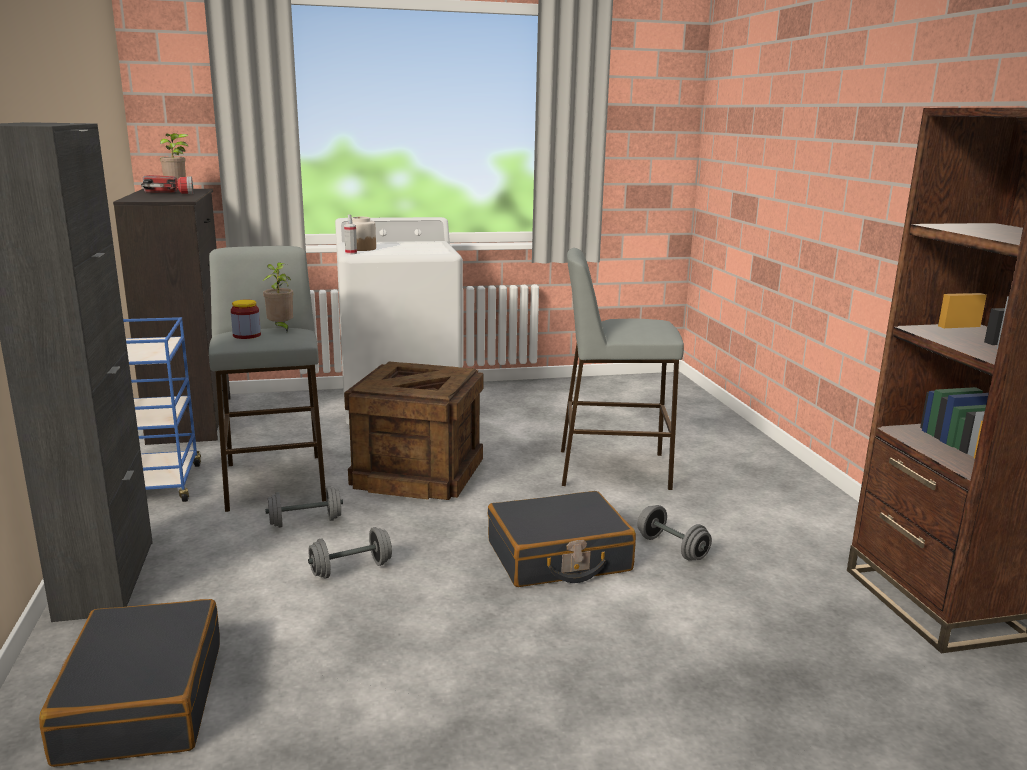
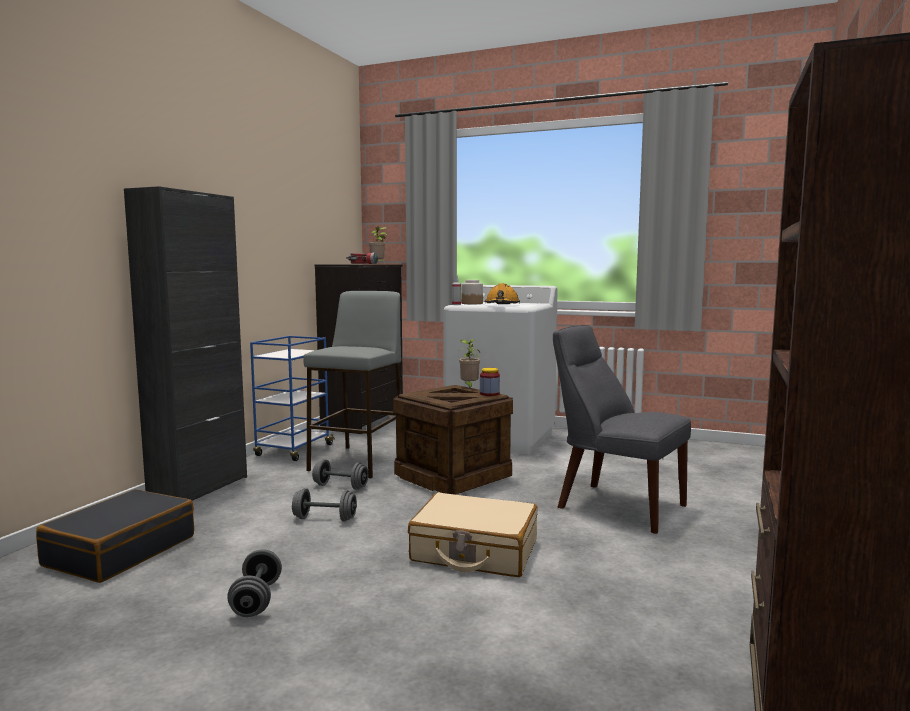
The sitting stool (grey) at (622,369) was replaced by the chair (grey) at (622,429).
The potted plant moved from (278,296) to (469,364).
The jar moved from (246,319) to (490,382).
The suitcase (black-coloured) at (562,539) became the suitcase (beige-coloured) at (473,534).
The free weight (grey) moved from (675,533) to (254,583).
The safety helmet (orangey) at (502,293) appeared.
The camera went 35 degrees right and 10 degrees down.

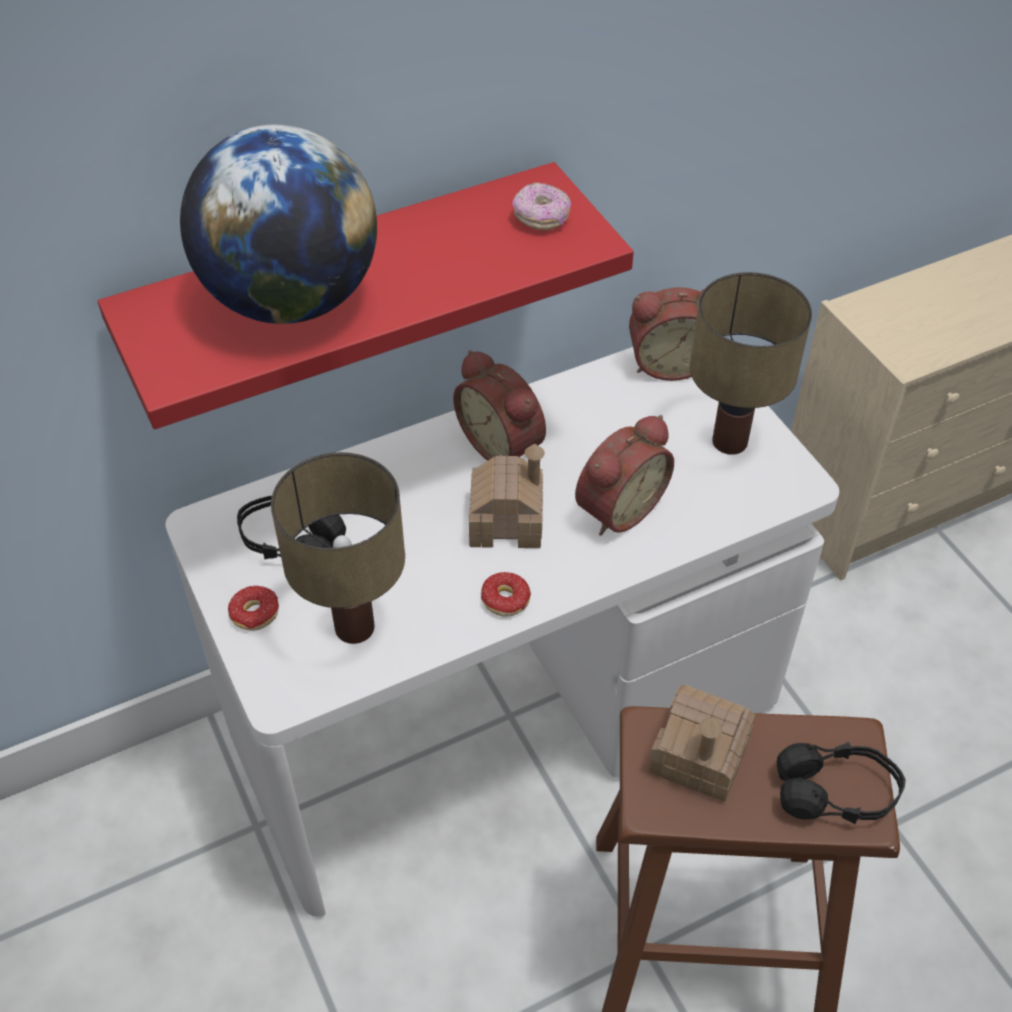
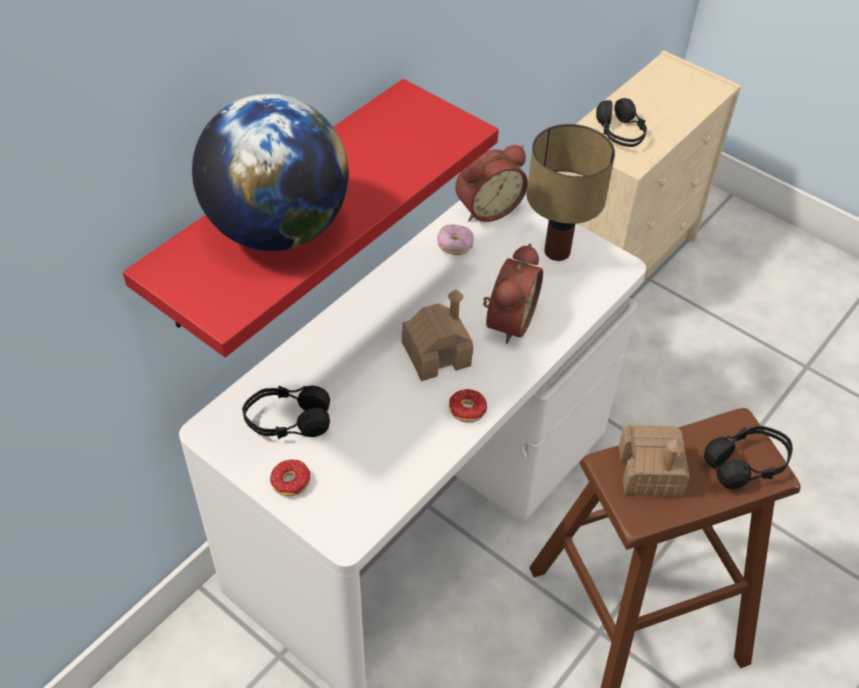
The doughnut moved from (541,206) to (455,239).
The alarm clock at (499,405) disappeared.
The tabletop lamp at (338,548) disappeared.
The pair of headphones (black-coloured) at (621,122) appeared.
The camera went 25 degrees left and 0 degrees up.

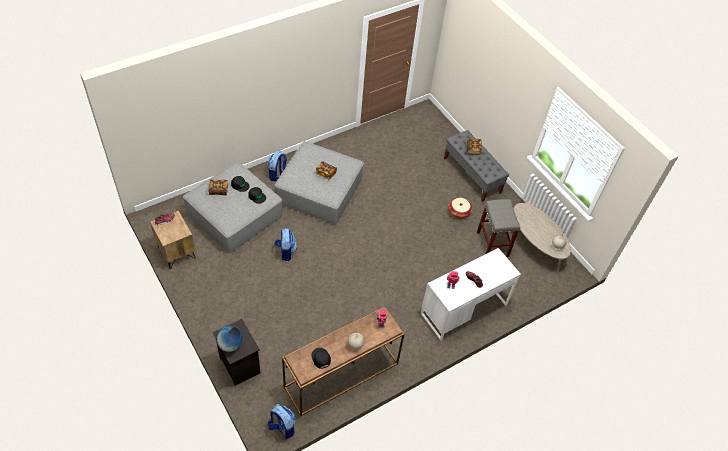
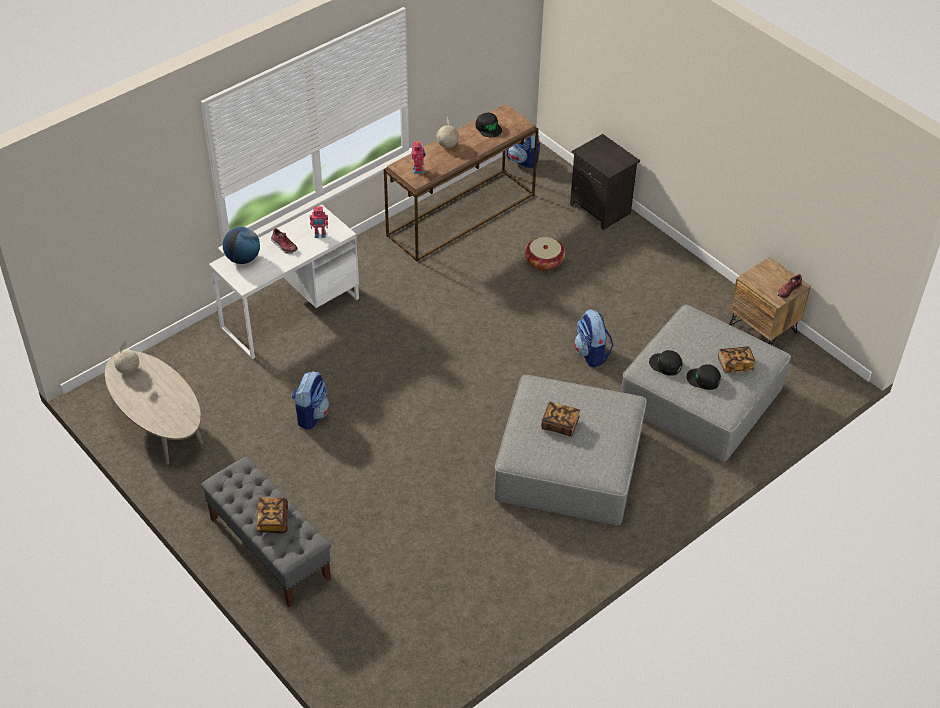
The backpack moved from (277,166) to (311,400).
The basket moved from (460,207) to (545,254).
The sitting stool (grey) at (498,228) disappeared.
The desk globe moved from (229,339) to (241,245).
The camera went 175 degrees right and 5 degrees down.

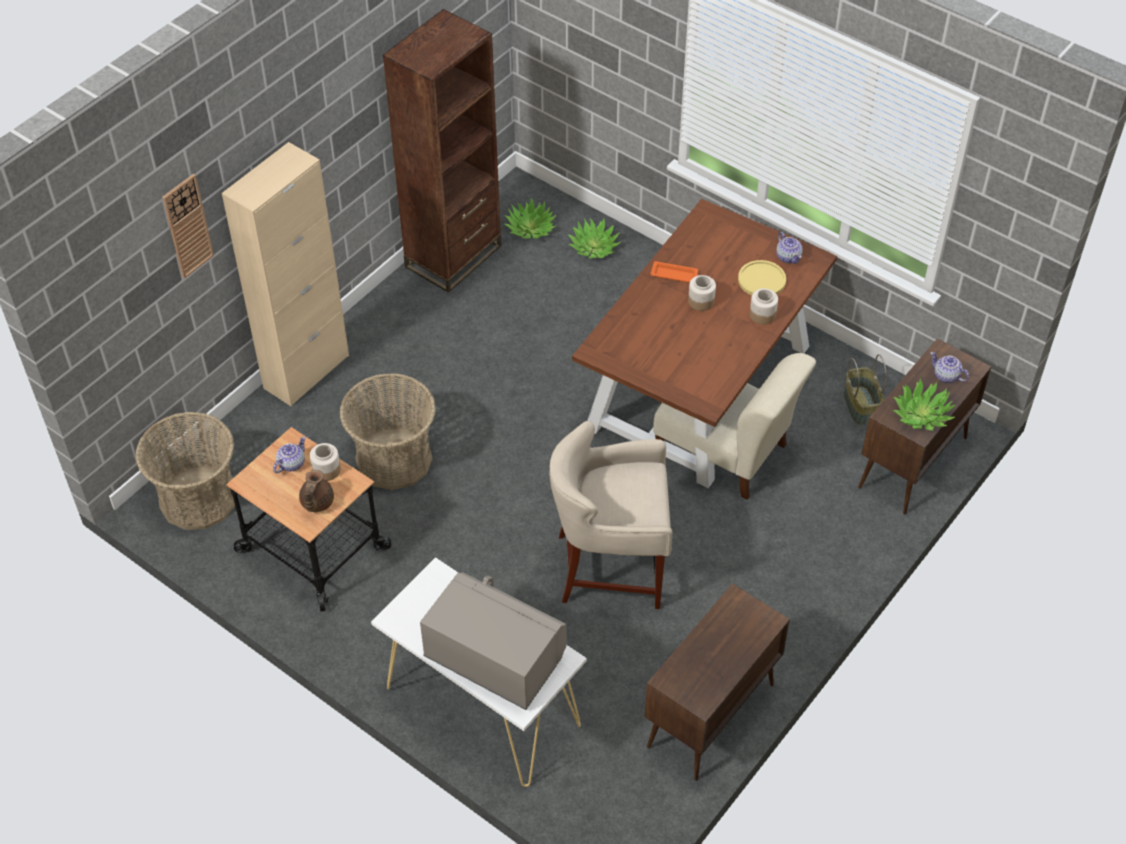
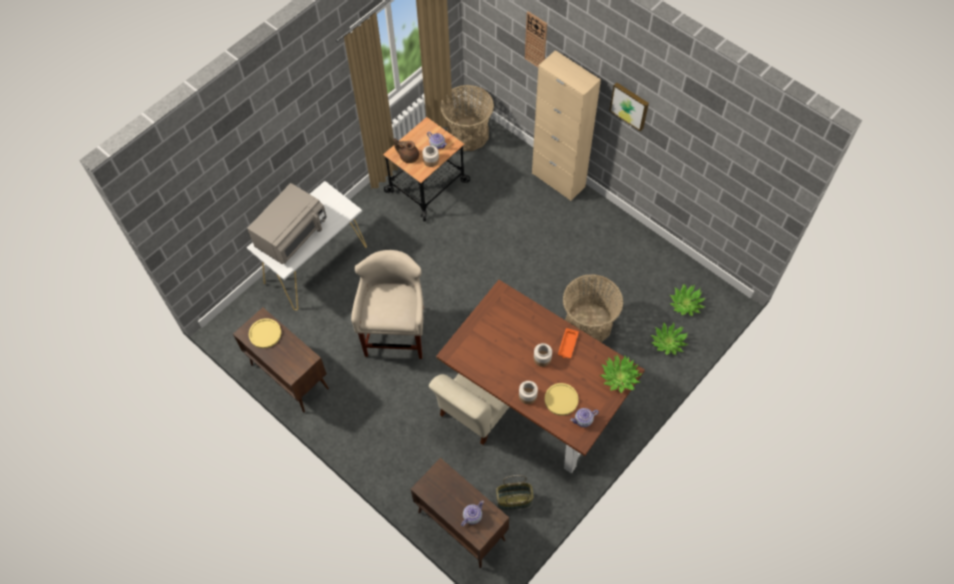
The bookshelf (brownish) at (442,151) disappeared.
The basket moved from (388,431) to (593,308).
The potted plant moved from (924,405) to (621,374).
The wall picture at (629,107) appeared.
The flat dish (yellowish) at (265,333) appeared.
The camera went 95 degrees right and 10 degrees up.

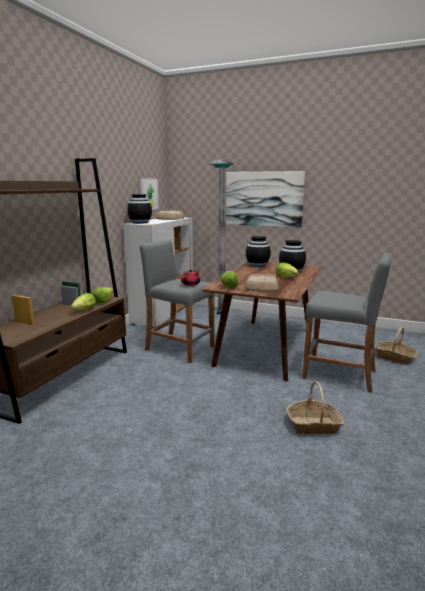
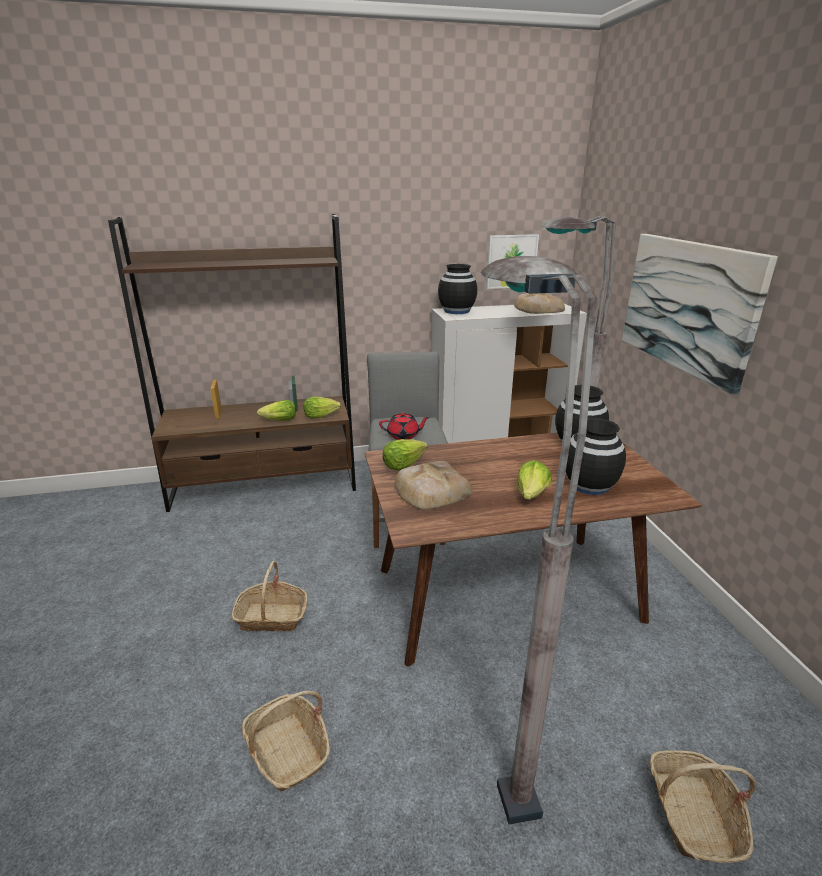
The sitting stool (grey) at (346,323) was replaced by the floor lamp (grey) at (539,540).
The basket at (269,596) appeared.
The camera went 55 degrees right and 10 degrees up.

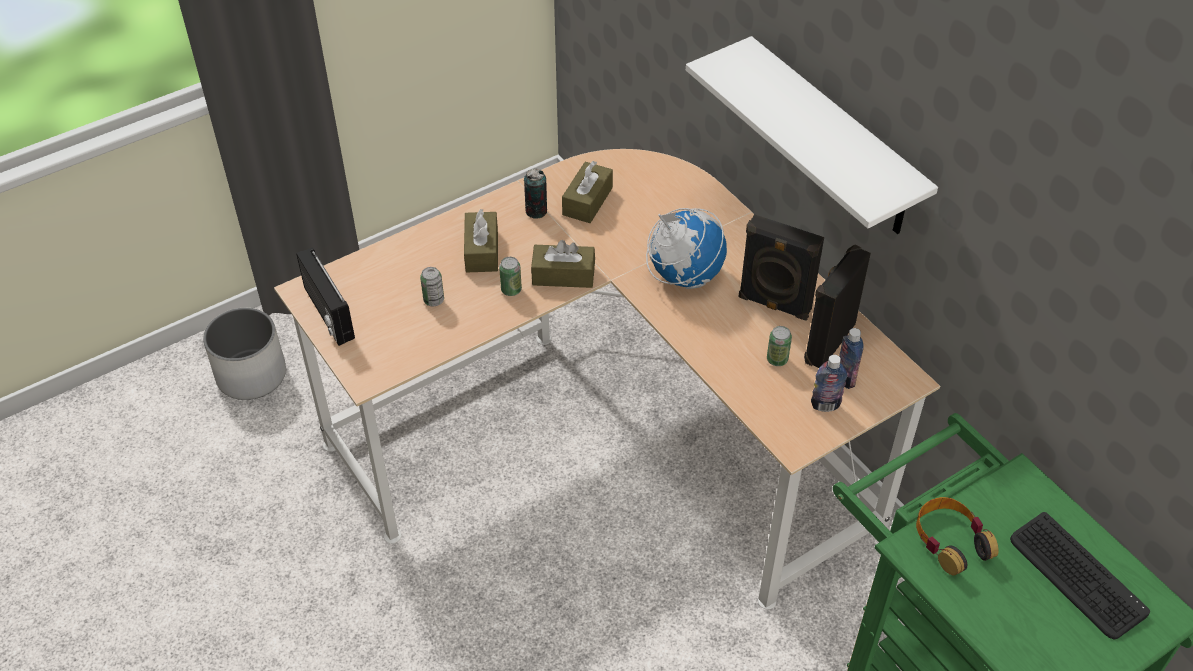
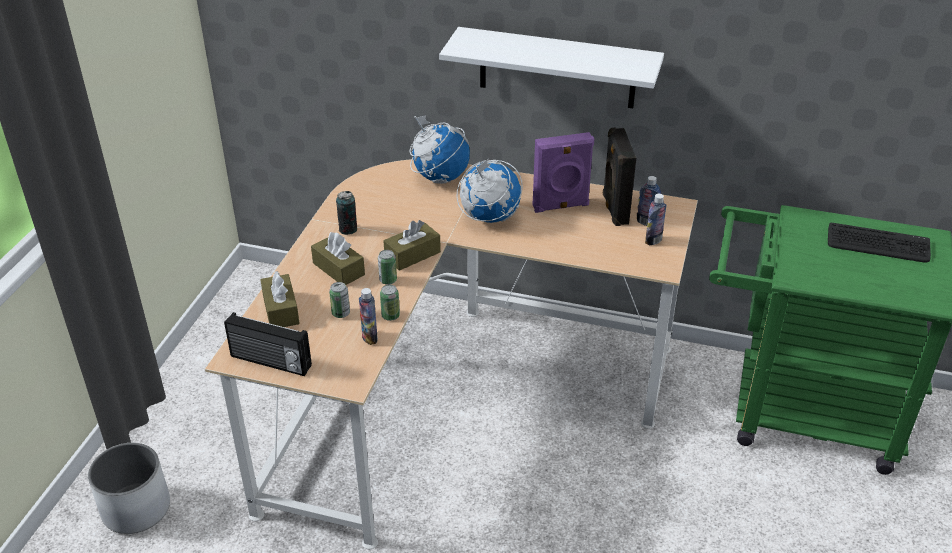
The box of tissues (brownish) moved from (587,192) to (280,299).
The speaker (black-coloured) at (781,267) became the speaker (purplish) at (563,172).
The sealed can moved from (779,346) to (390,302).
The pair of headphones at (957,536) disappeared.
The desk globe at (439,149) appeared.
The drink bottle at (368,316) appeared.
The camera went 40 degrees left and 10 degrees down.

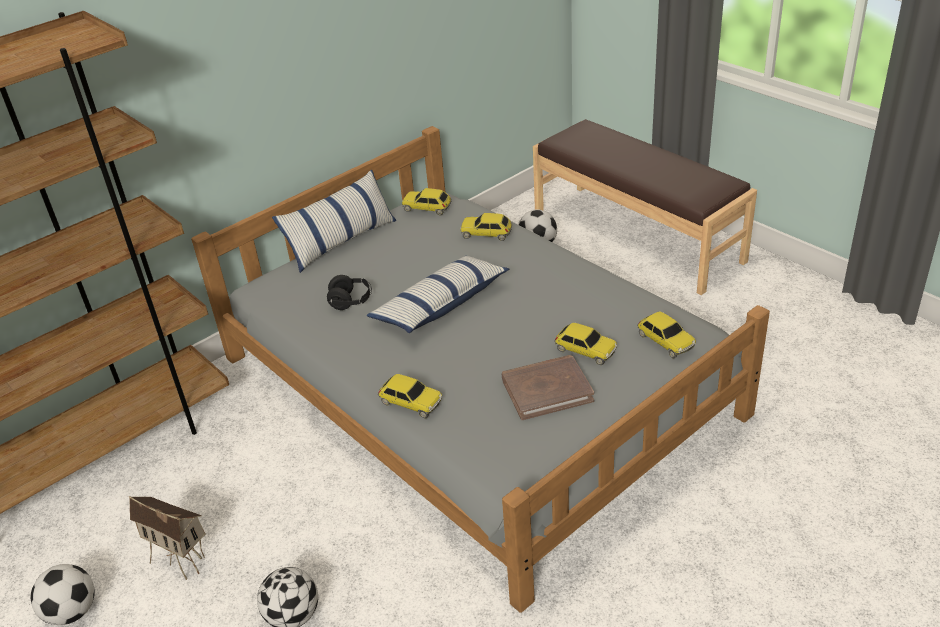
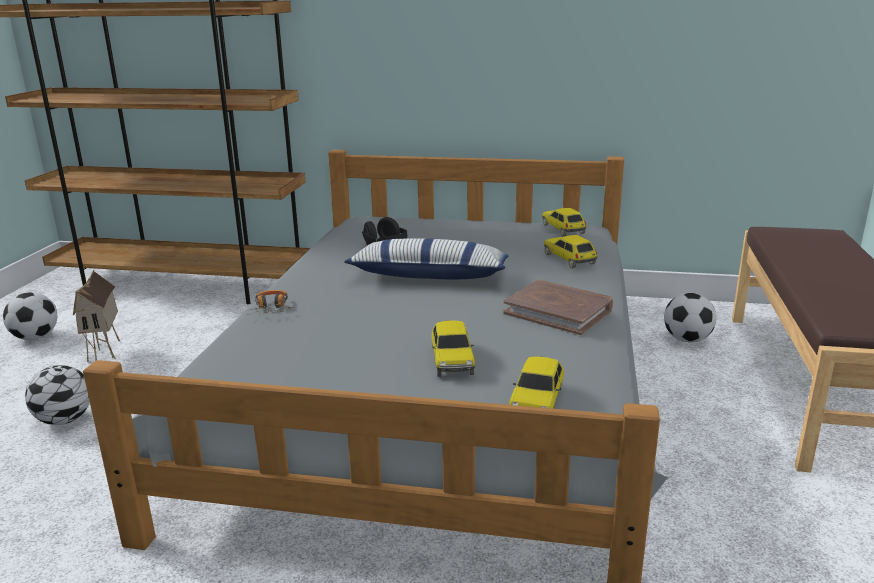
The cushion at (334,221) disappeared.
The book (brownish) moved from (548,387) to (558,307).
The miniature car at (410,396) was replaced by the pair of headphones at (269,302).
The camera went 50 degrees right and 15 degrees down.

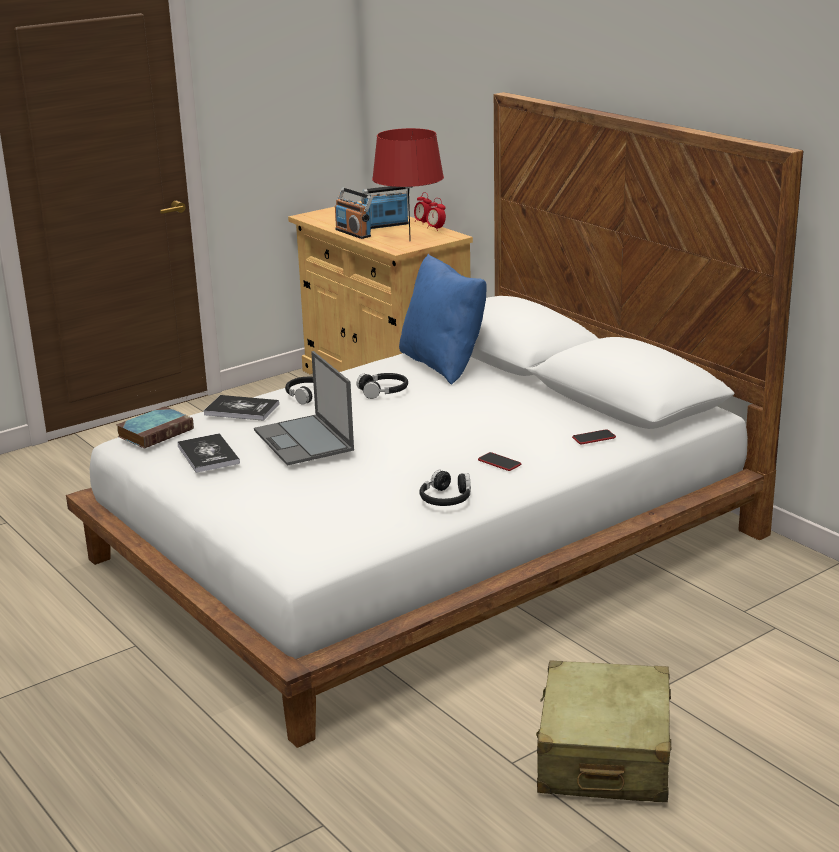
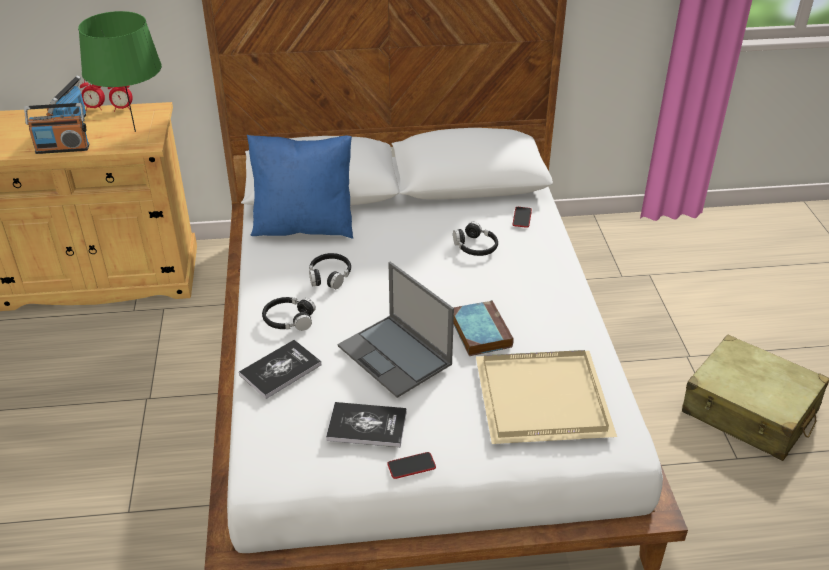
The tabletop lamp (red) at (408,184) became the tabletop lamp (green) at (120,71).
The notebook computer at (304,408) turned 45 degrees clockwise.
The book moved from (155,427) to (484,328).
The telephone moved from (499,461) to (411,465).
The pair of headphones (black-coloured) moved from (445,488) to (475,239).
The serving tray (beige-coloured) at (546,397) appeared.
The camera went 60 degrees left and 15 degrees up.

